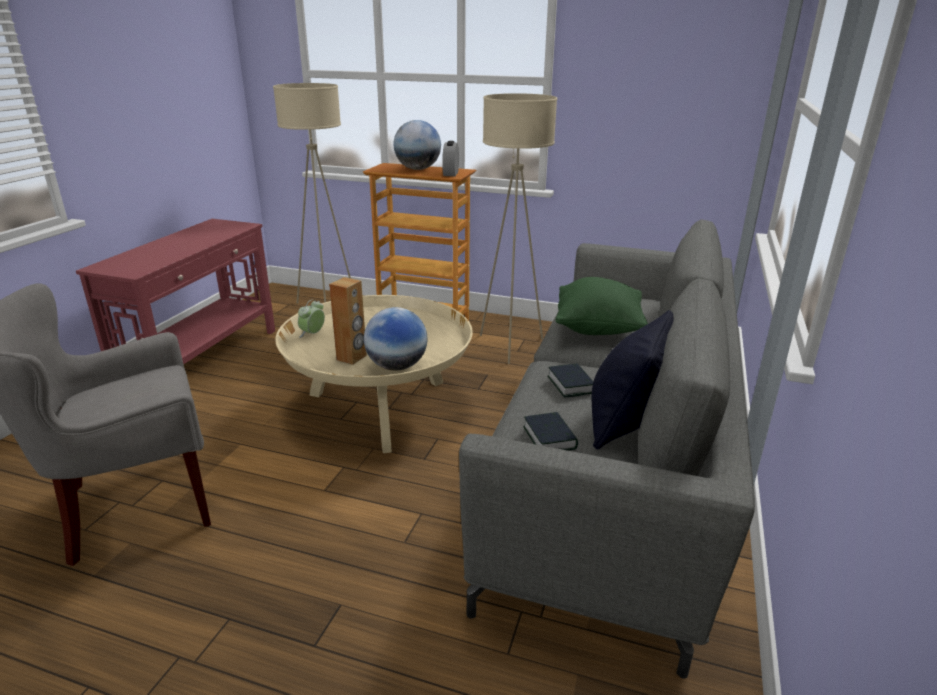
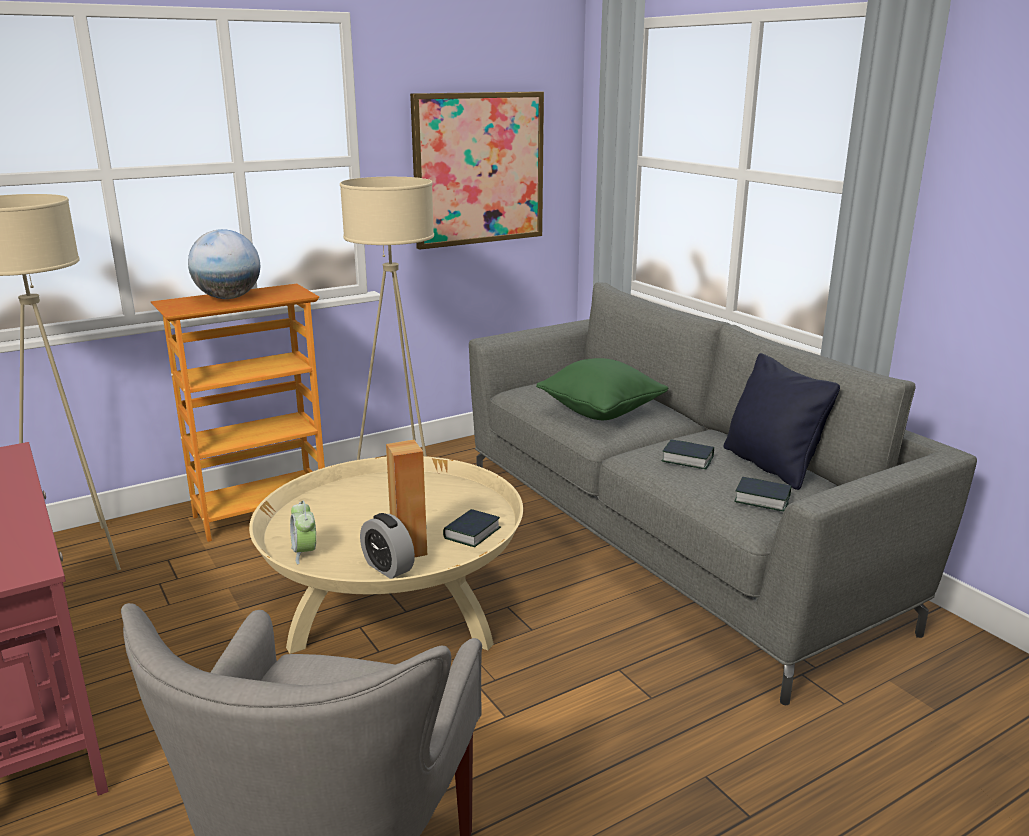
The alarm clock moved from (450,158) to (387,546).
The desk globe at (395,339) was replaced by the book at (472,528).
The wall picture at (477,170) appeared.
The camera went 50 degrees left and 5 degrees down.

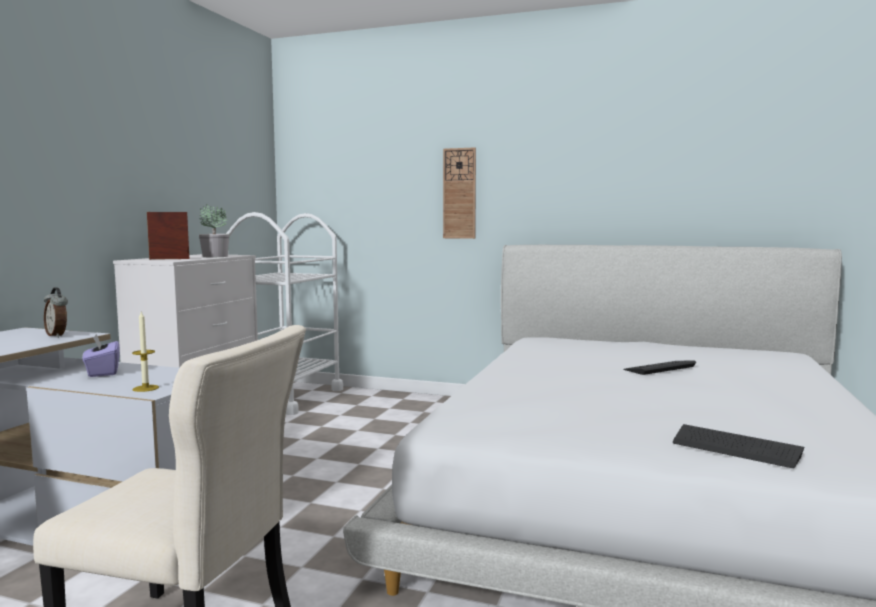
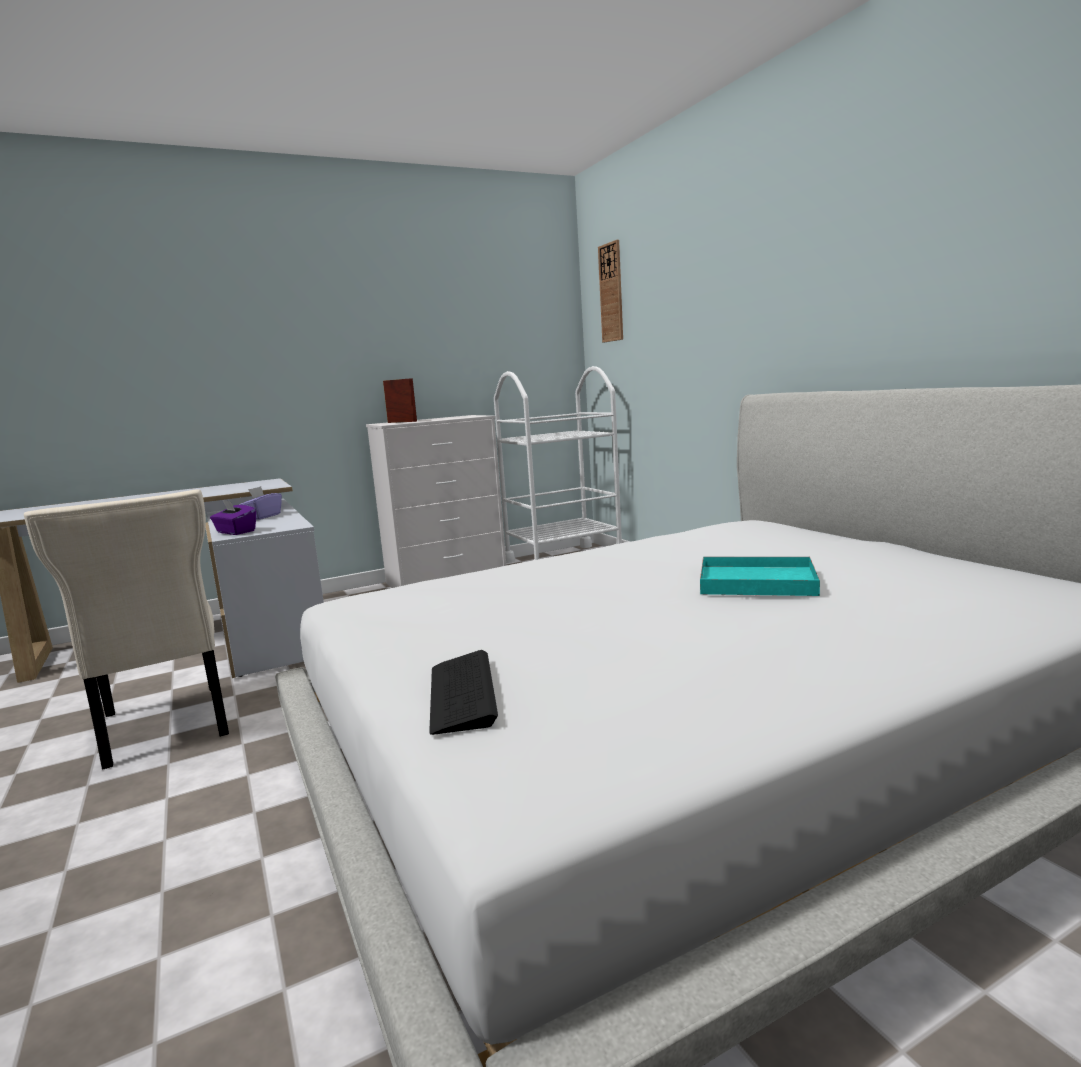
The hanging clock moved from (459,193) to (610,291).
The potted plant at (214,230) disappeared.
The alarm clock at (56,313) disappeared.
The wax light at (145,352) was replaced by the box of tissues (purplish) at (233,517).
The keyboard at (659,367) was replaced by the serving tray (turquoise-coloured) at (760,576).
The camera went 45 degrees right and 5 degrees up.

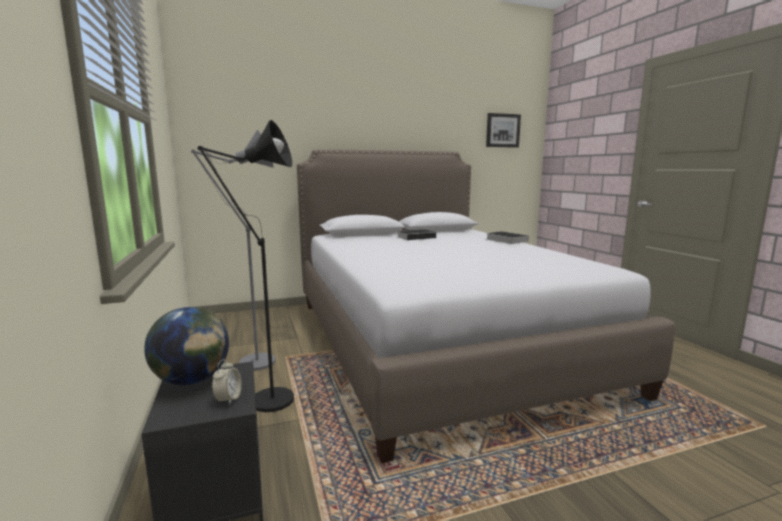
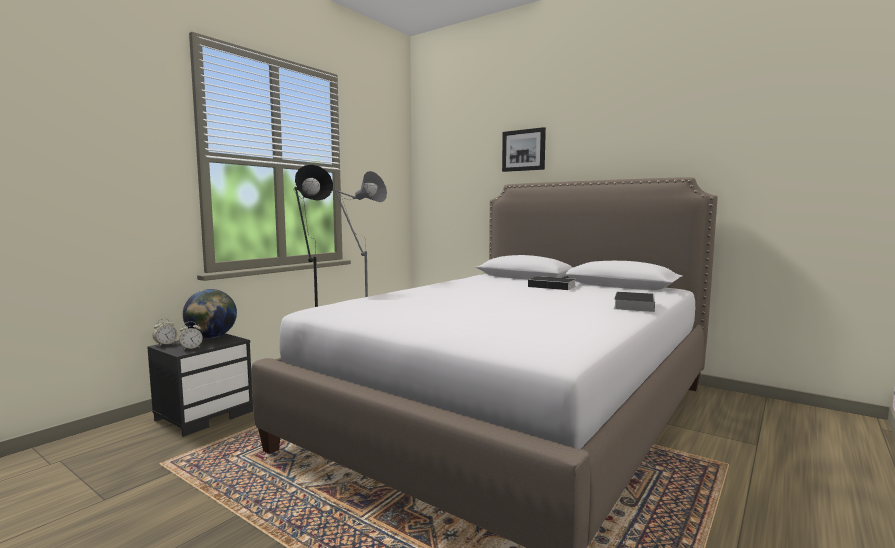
The wall picture moved from (503,130) to (524,149).
The alarm clock at (165,332) appeared.
The camera went 55 degrees right and 5 degrees down.

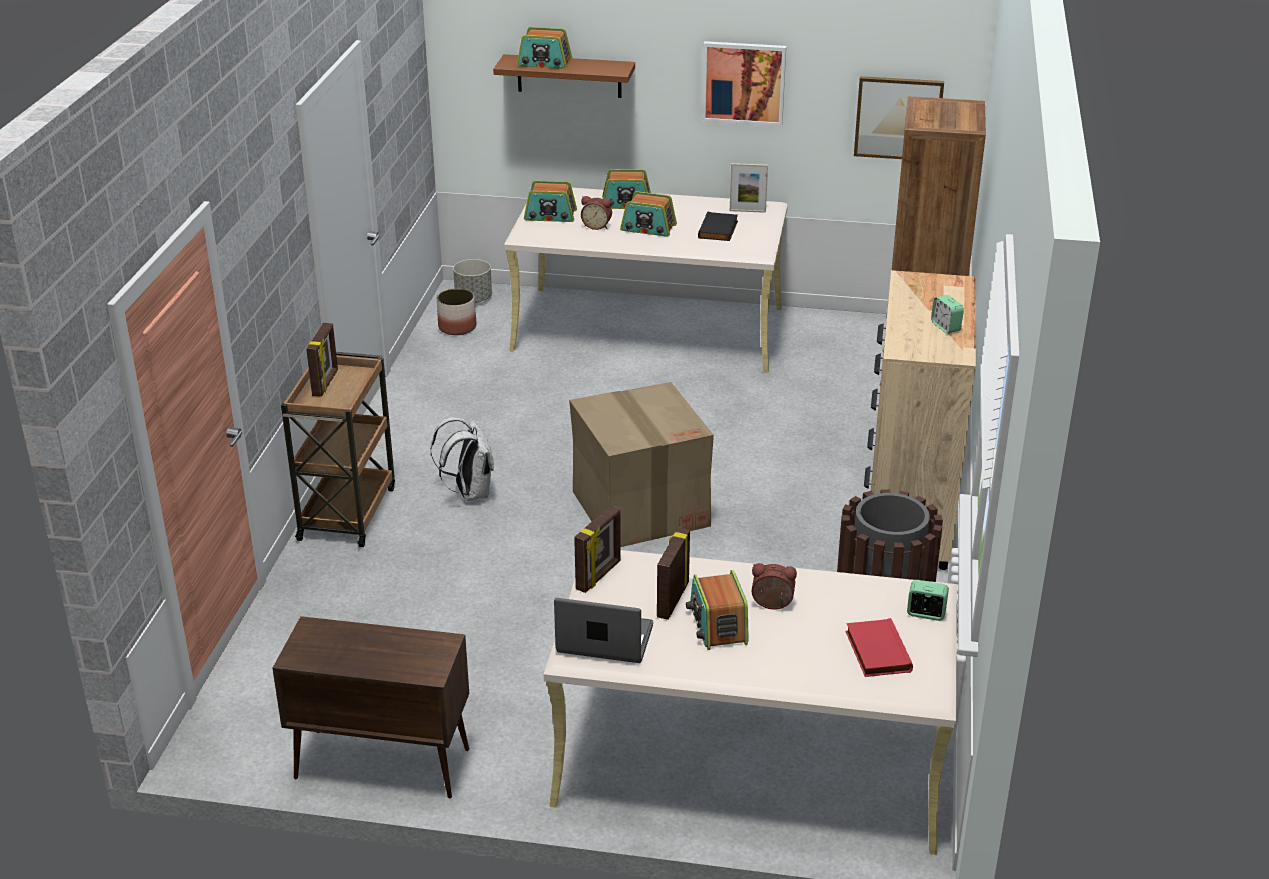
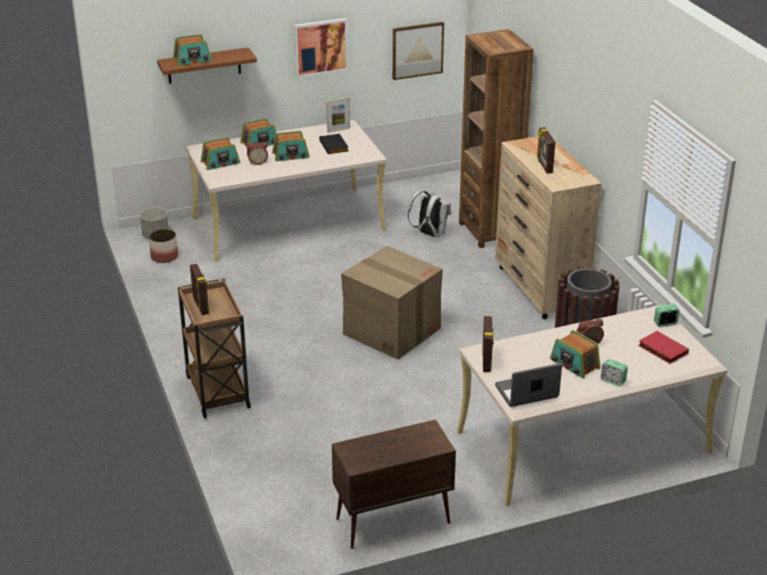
The alarm clock moved from (947,314) to (614,373).
The backpack (white-coloured) moved from (462,459) to (429,213).
The standing frame moved from (673,574) to (546,150).
The camera went 30 degrees left and 0 degrees up.

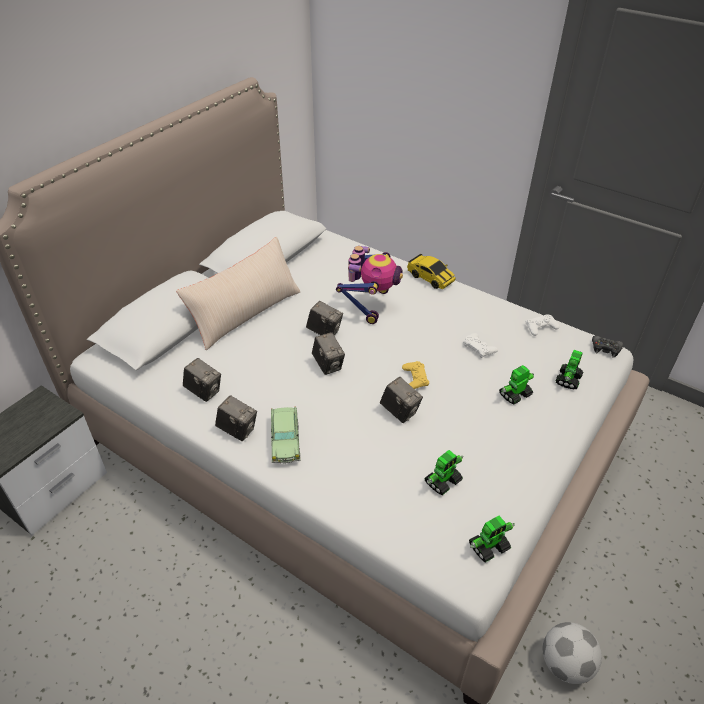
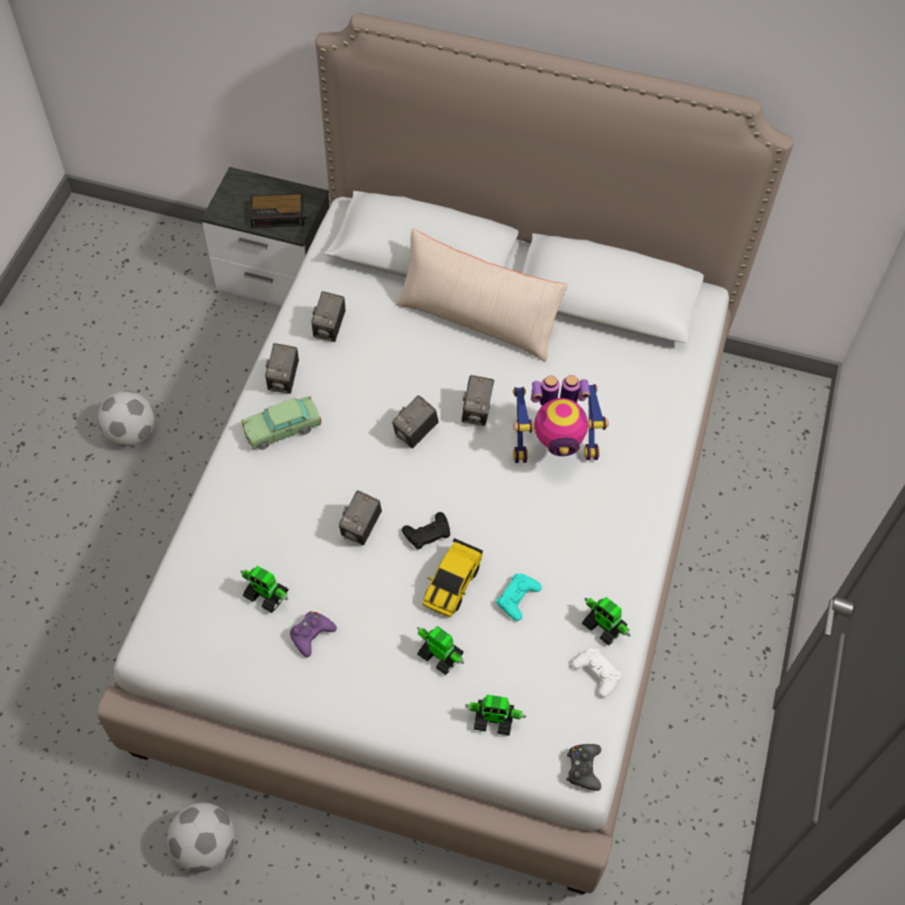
The miniature car moved from (431,271) to (452,578).
The game controller (white-coloured) at (480,345) became the game controller (turquoise-coloured) at (519,597).
The game controller (yellowish) at (415,375) became the game controller (black-coloured) at (426,530).
The model robot moved from (492,539) to (606,621).
The alarm clock at (278,211) appeared.
The football ball at (126,418) appeared.
The game controller (purplish) at (313,634) appeared.
The camera went 70 degrees right and 15 degrees up.

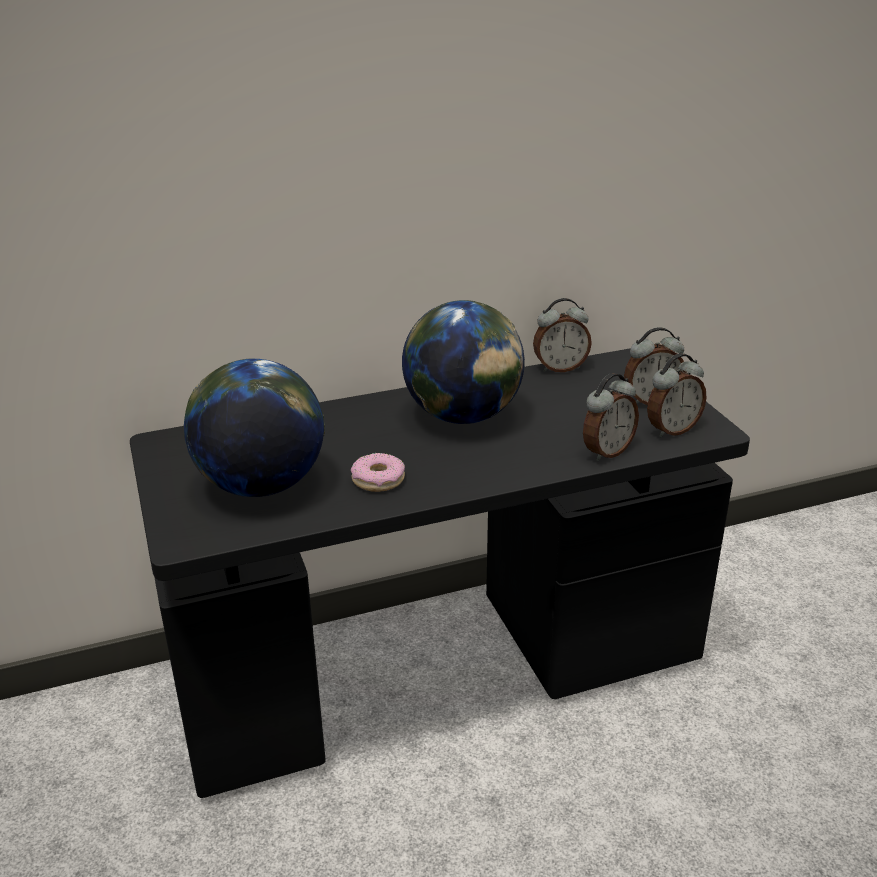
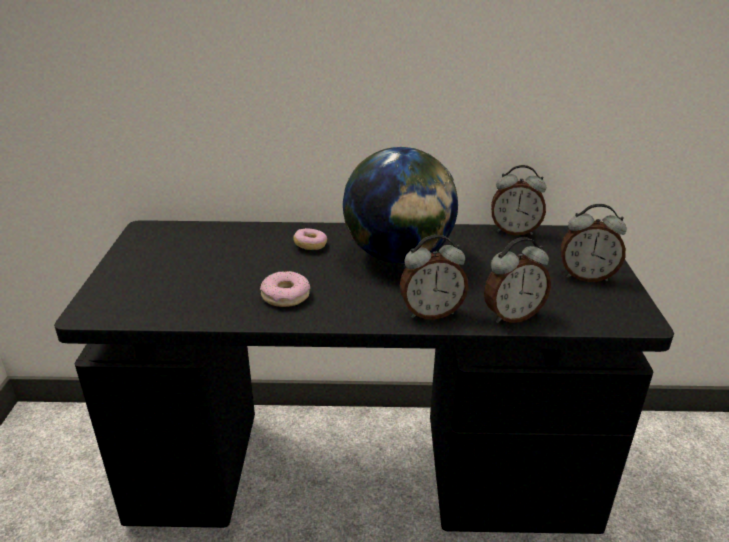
The alarm clock moved from (677,395) to (434,277).
The desk globe at (254,428) disappeared.
The doughnut at (310,239) appeared.
The camera went 20 degrees right and 0 degrees up.

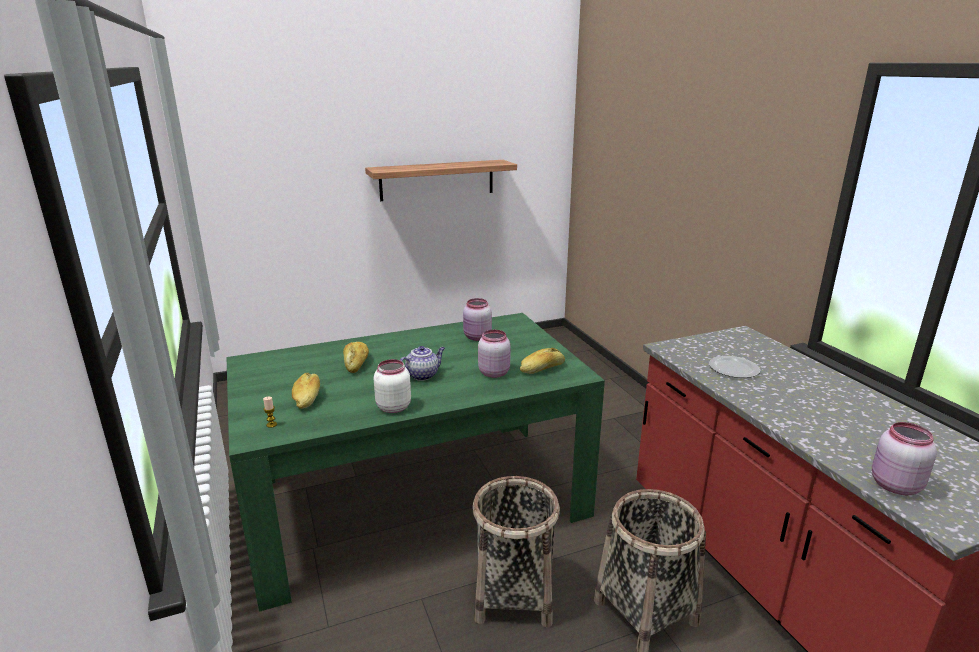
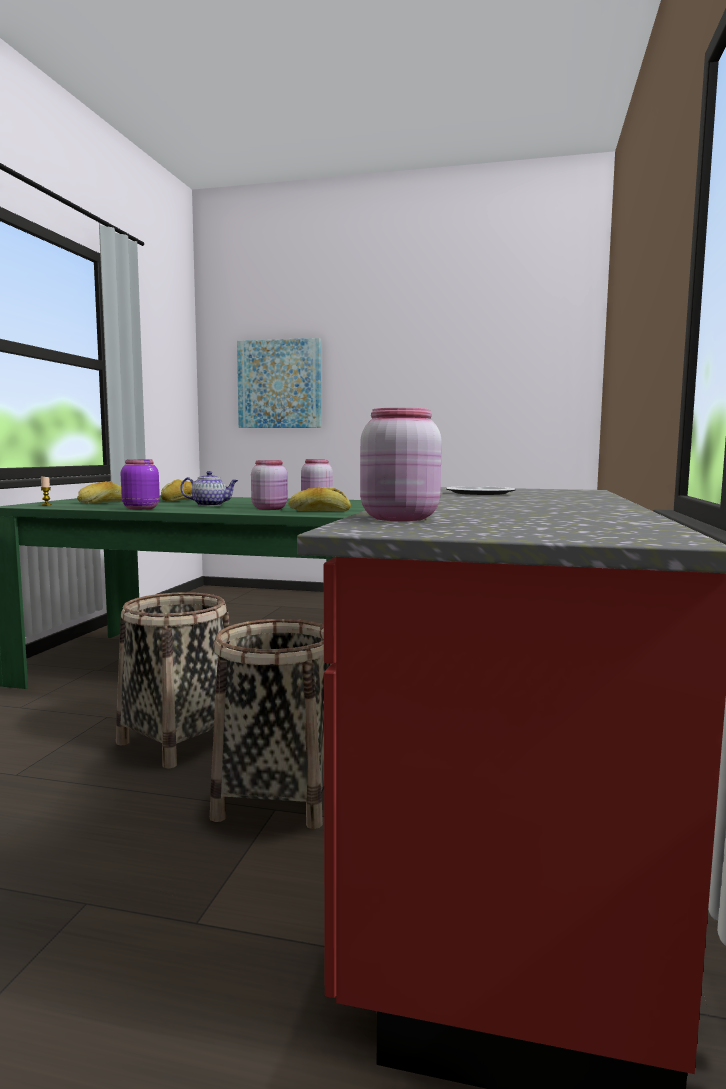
The shelf at (441,180) disappeared.
The jar (white-coloured) at (392,386) became the jar (purplish) at (140,484).
The wall picture at (279,383) appeared.
The camera went 35 degrees right and 15 degrees down.

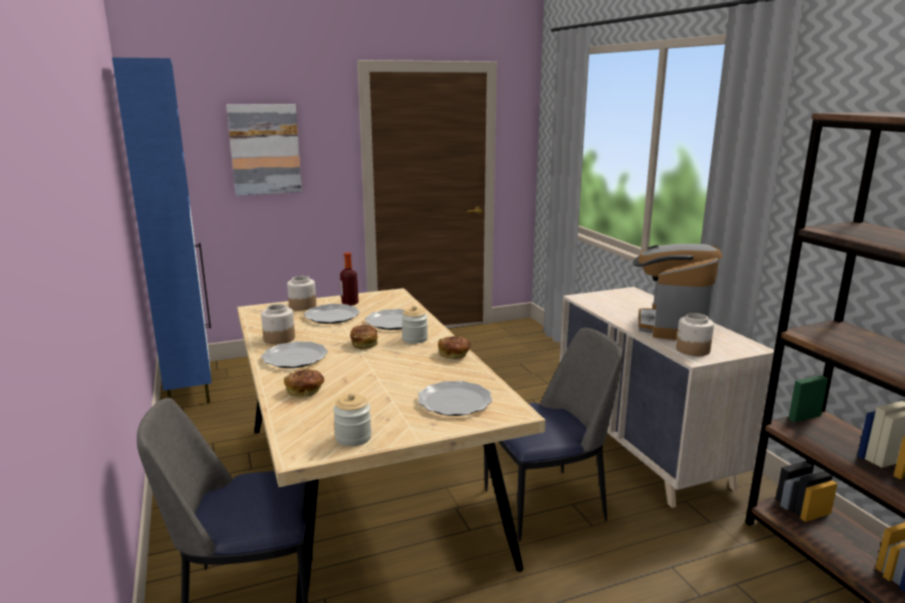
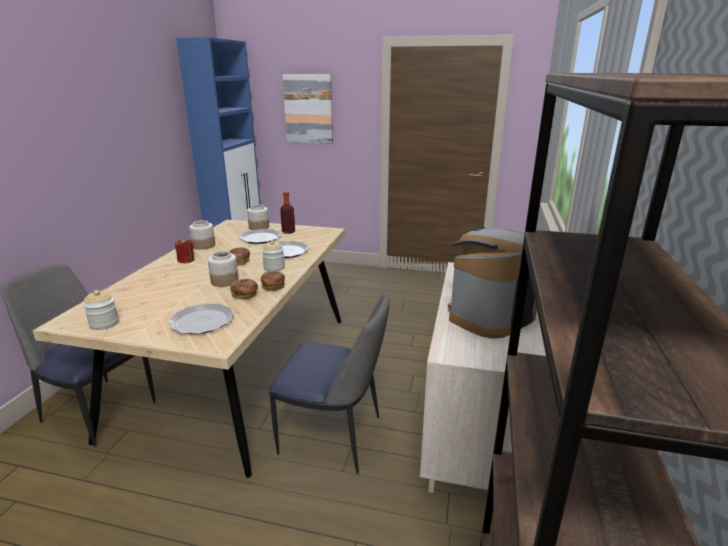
The jar moved from (695,334) to (223,269).
The flat dish at (294,354) was replaced by the wax light (red) at (185,250).
The baked bread moved from (304,383) to (244,289).
The camera went 35 degrees right and 5 degrees up.

